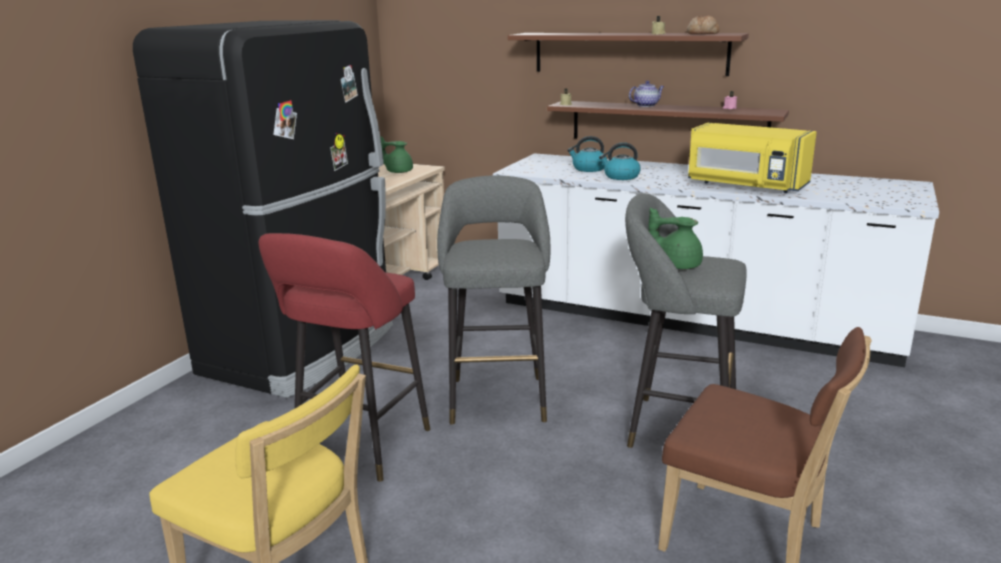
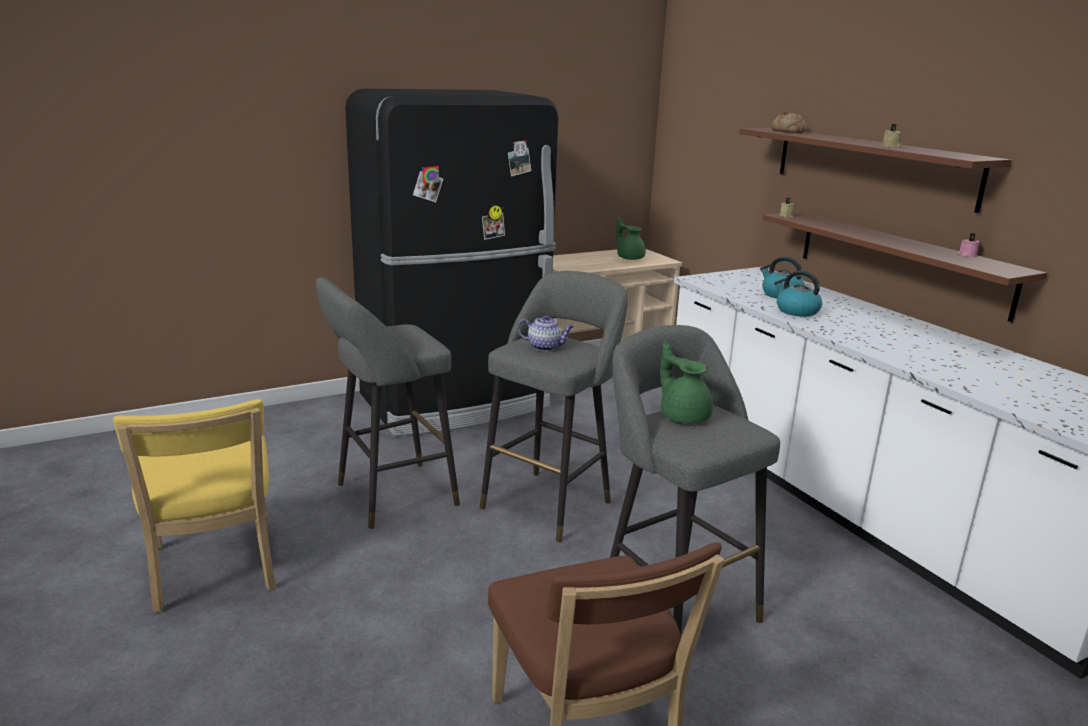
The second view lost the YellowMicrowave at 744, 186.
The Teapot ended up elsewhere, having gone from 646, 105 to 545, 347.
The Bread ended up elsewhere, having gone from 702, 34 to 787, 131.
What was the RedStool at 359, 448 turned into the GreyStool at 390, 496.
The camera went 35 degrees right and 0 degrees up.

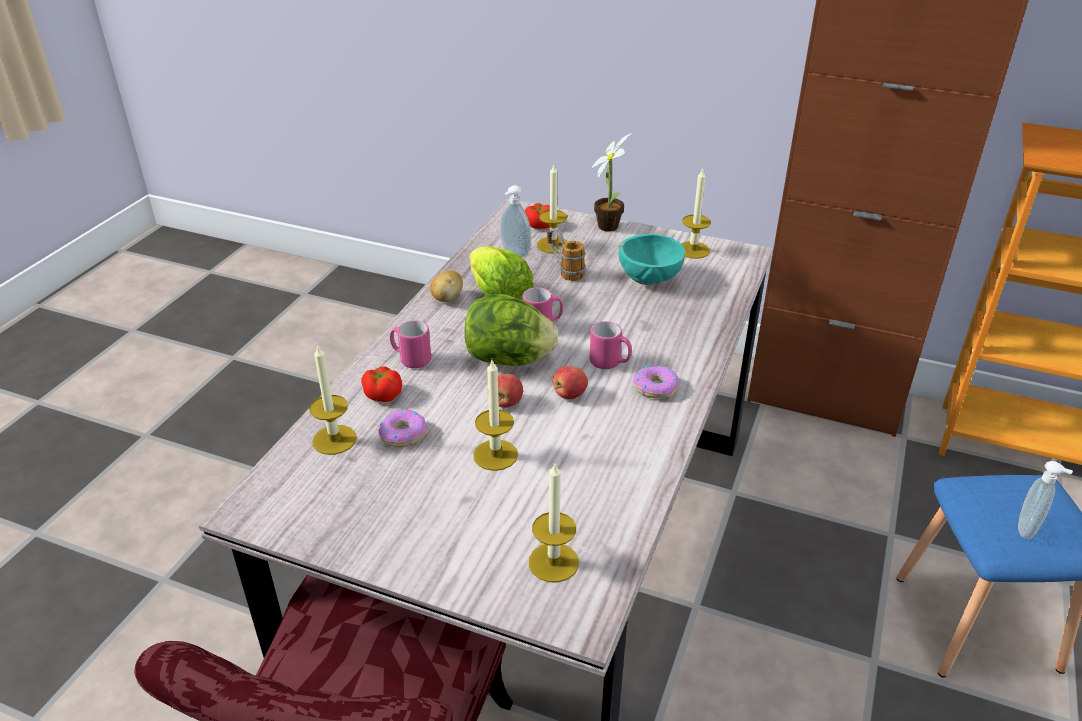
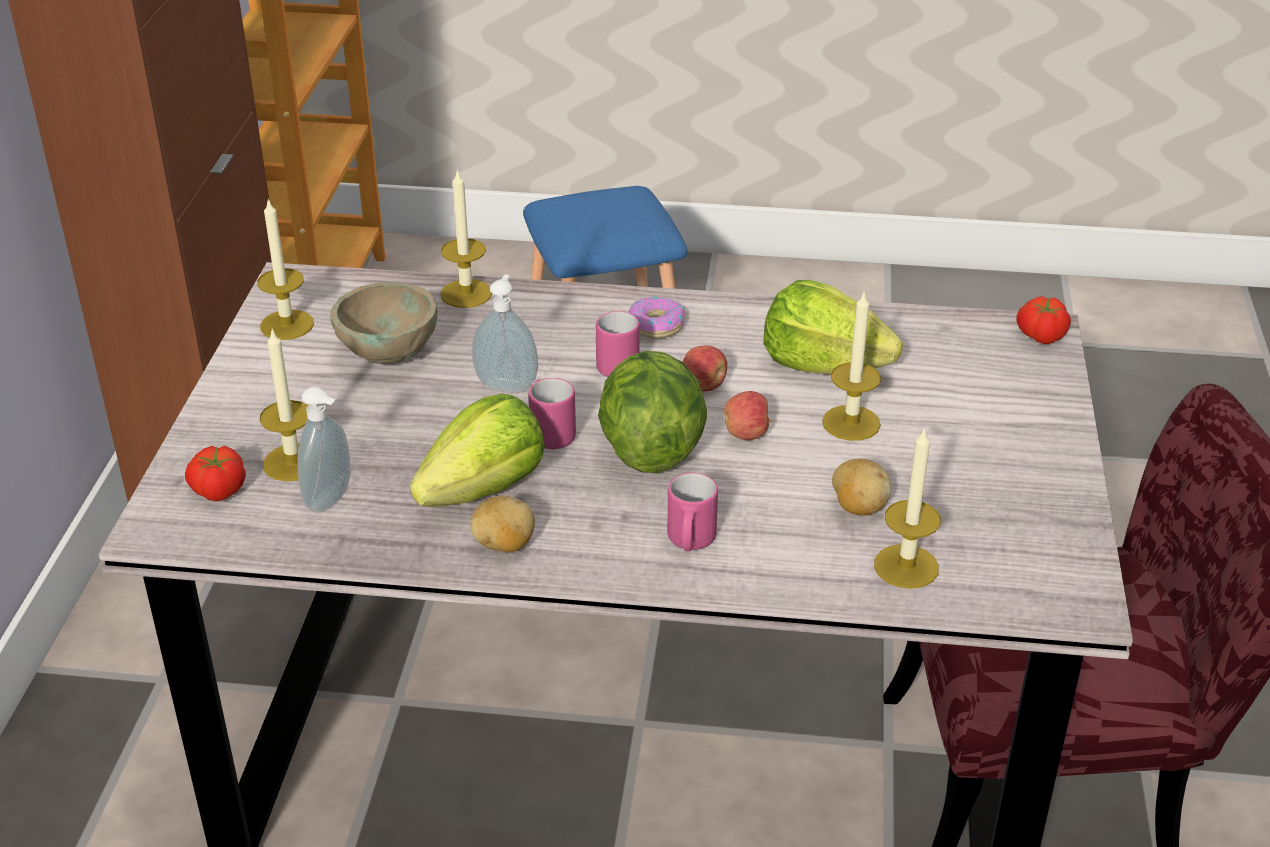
The second view lost the Mug at 564, 270.
The second view lost the PottedPlant at 609, 225.
The second view gained the Lettuce at 823, 364.
The Tomato ended up elsewhere, having gone from 383, 394 to 1040, 335.
The Candle ended up elsewhere, having gone from 553, 562 to 466, 293.
The SoapDispenser ended up elsewhere, having gone from 1028, 529 to 507, 385.
Where the Donut stood at 403, 434, the Potato came to stand at 858, 507.
What was the TurquoiseBowl at 650, 279 turned into the BeigeBowl at 387, 354.
The camera went 105 degrees left and 0 degrees up.

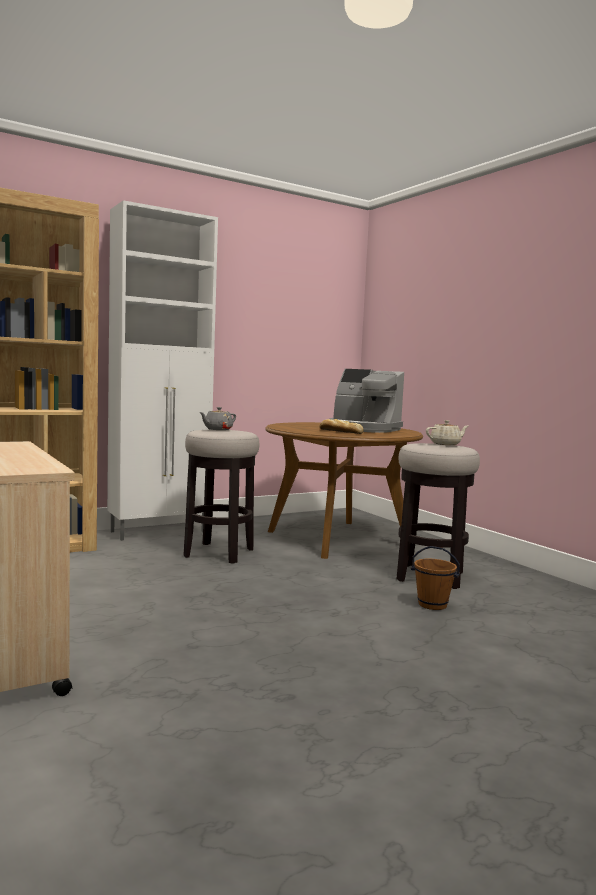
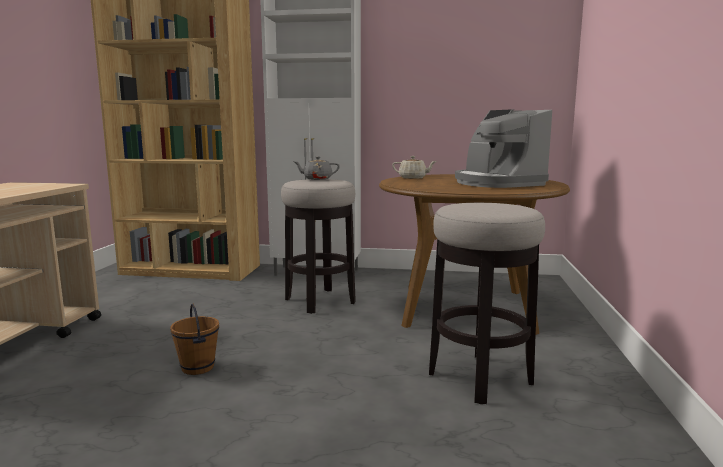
The second view lost the Bread at 340, 431.
The BrownBucket ended up elsewhere, having gone from 432, 605 to 198, 368.
The BeigeTeapot ended up elsewhere, having gone from 446, 444 to 413, 178.
The camera went 40 degrees right and 5 degrees up.

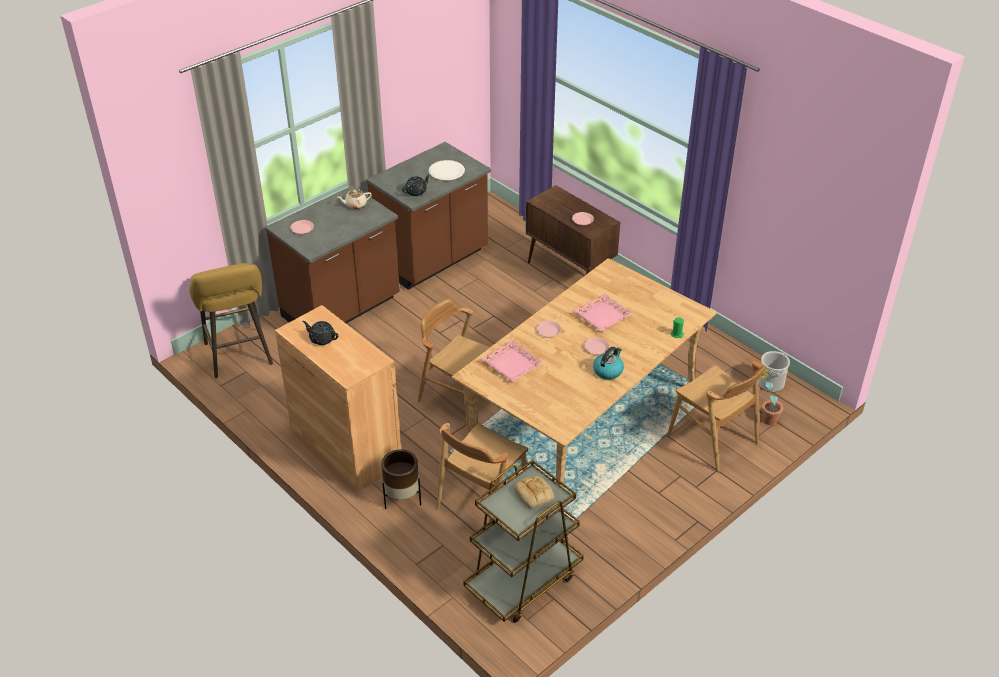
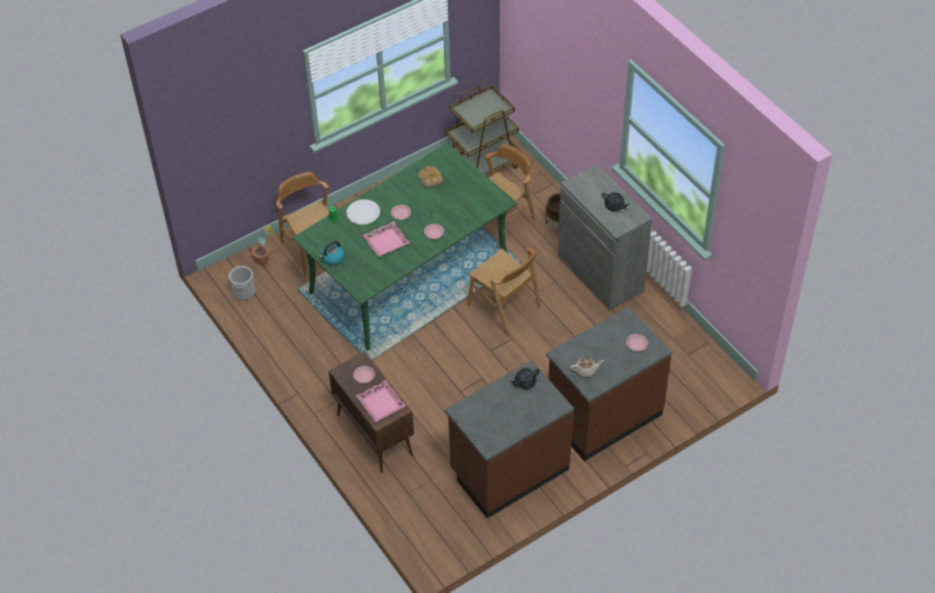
The second view lost the YellowStool at 239, 356.
The WhitePlate ended up elsewhere, having gone from 446, 171 to 363, 213.
The PinkTray ended up elsewhere, having gone from 511, 365 to 381, 403.
The Bread ended up elsewhere, having gone from 534, 495 to 430, 178.
The Kettle ended up elsewhere, having gone from 608, 370 to 332, 258.
What was the BrownCabinet at 346, 448 turned into the GreyCabinet at 600, 273.
What was the BeigeDiningTable at 583, 421 turned into the GreenDiningTable at 409, 275.
The camera went 170 degrees left and 10 degrees up.

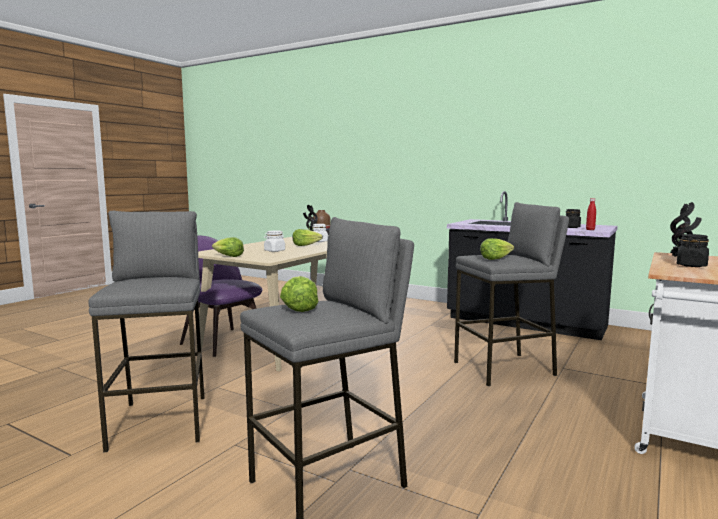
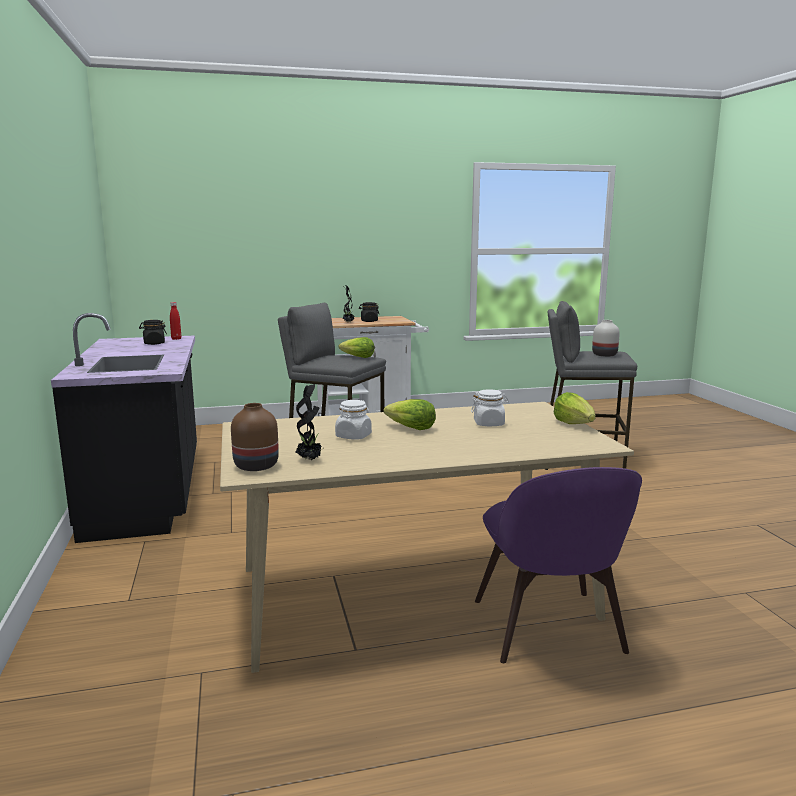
The second view lost the GreyStool at 161, 421.
Where the Lettuce stood at 299, 308, the WhiteVase came to stand at 605, 355.
The camera went 135 degrees left and 5 degrees up.

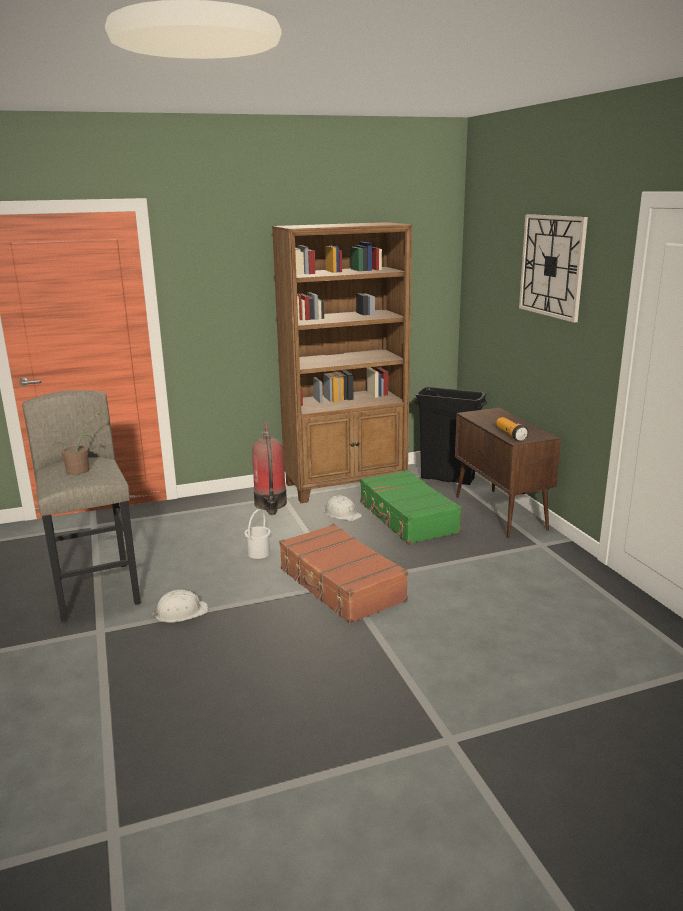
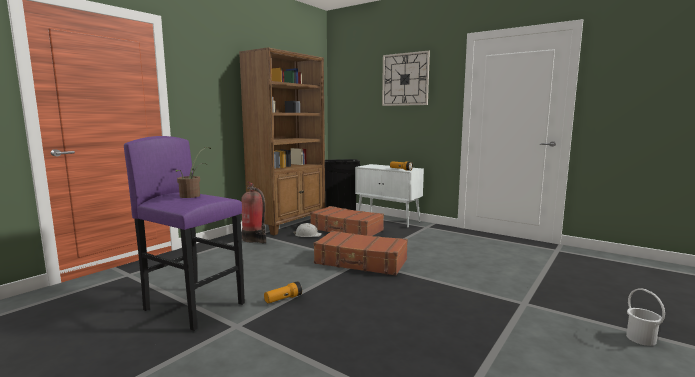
The WhiteBucket ended up elsewhere, having gone from 259, 553 to 641, 338.
Where the WhiteHardHat stood at 181, 612, the Flashlight came to stand at 283, 299.
What was the GreyStool at 97, 590 turned into the PurpleStool at 195, 306.
What was the GreenSuitcase at 407, 518 turned into the BrownSuitcase at 346, 230.
What was the BrownCabinet at 500, 513 turned into the WhiteCabinet at 388, 220.
The camera went 35 degrees left and 10 degrees down.

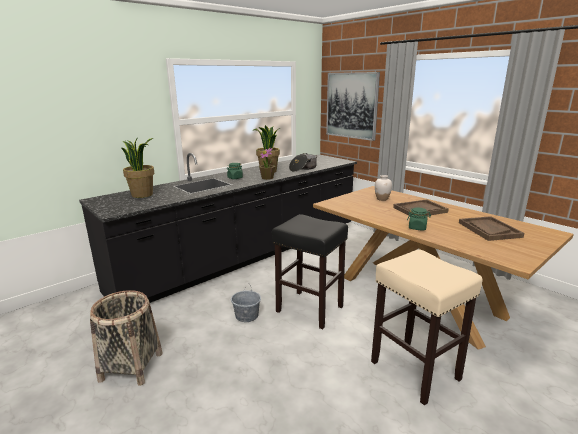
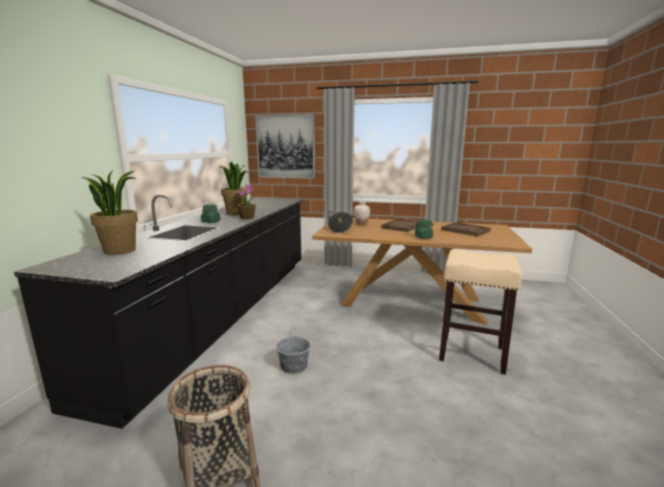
The second view lost the BlackStool at 308, 309.
The CookingPot ended up elsewhere, having gone from 303, 168 to 339, 228.
The camera went 35 degrees left and 5 degrees down.

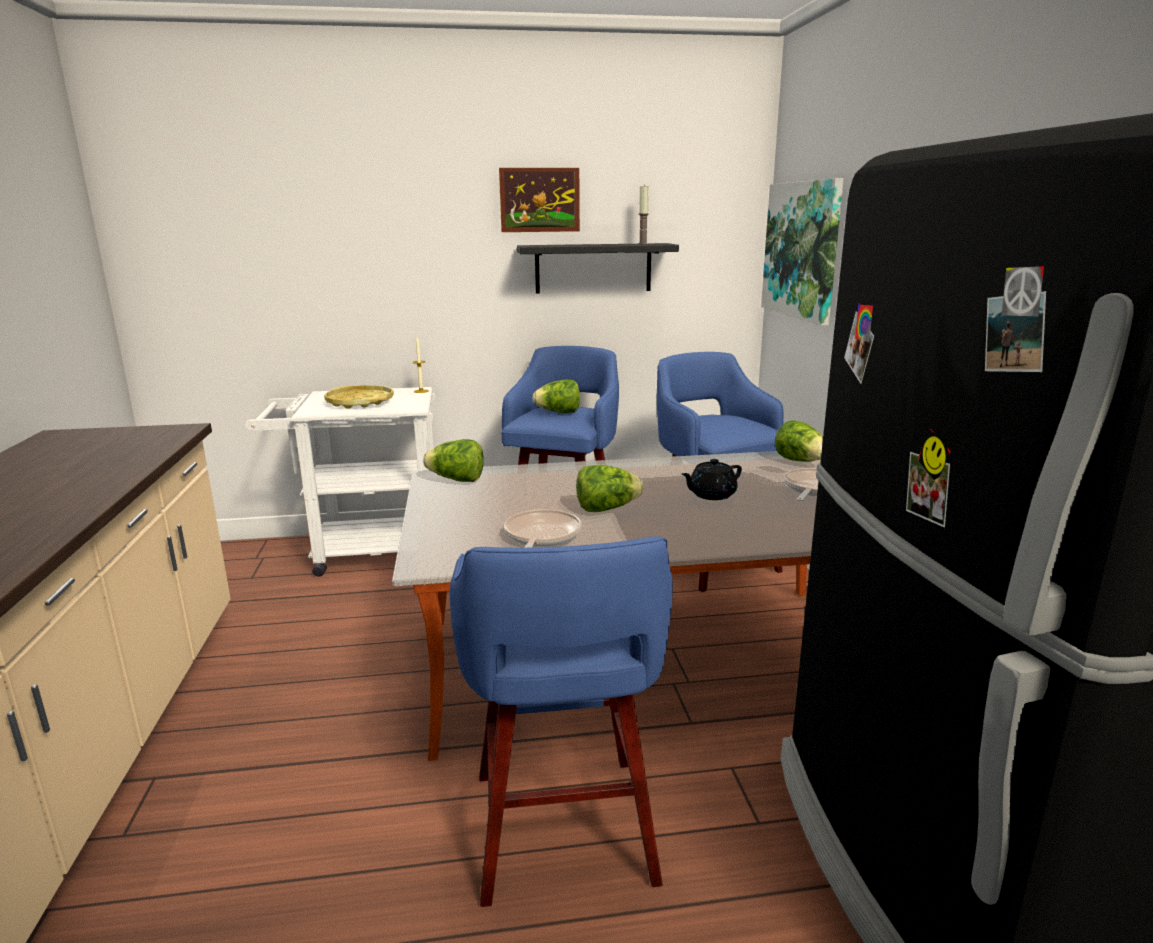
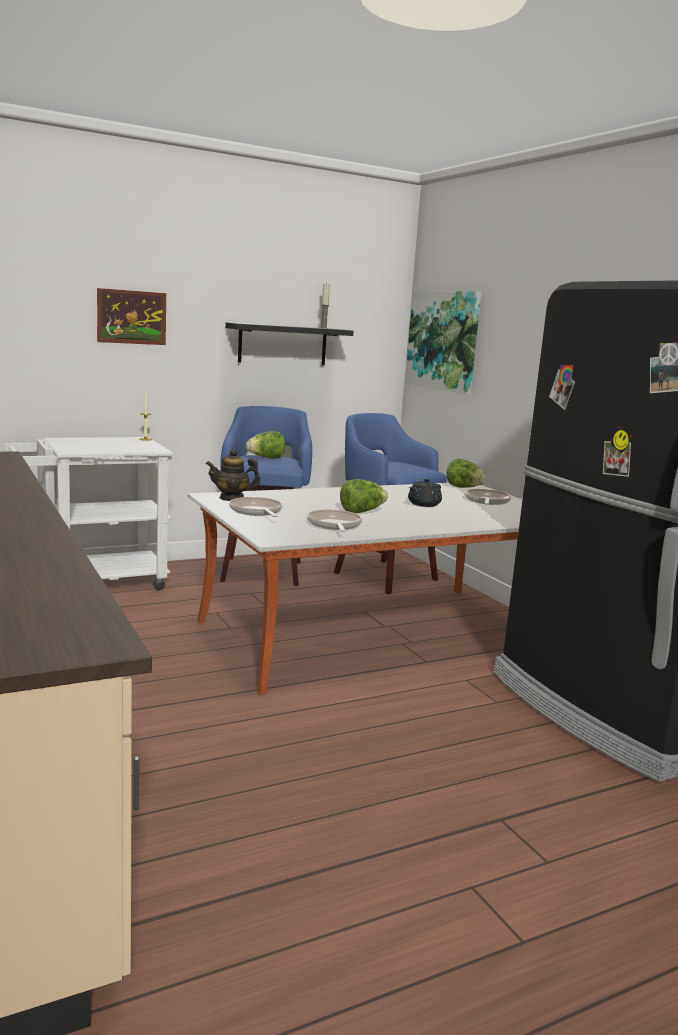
The second view lost the YellowTray at 360, 402.
The second view lost the BlueStool at 563, 832.
The second view gained the FryingPan at 256, 512.
The Picture ended up elsewhere, having gone from 539, 200 to 131, 317.
Where the Lettuce stood at 456, 480, the Teapot came to stand at 232, 498.
The camera went 20 degrees left and 5 degrees down.

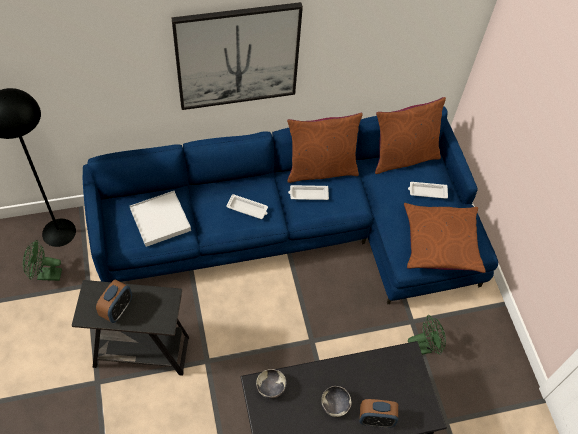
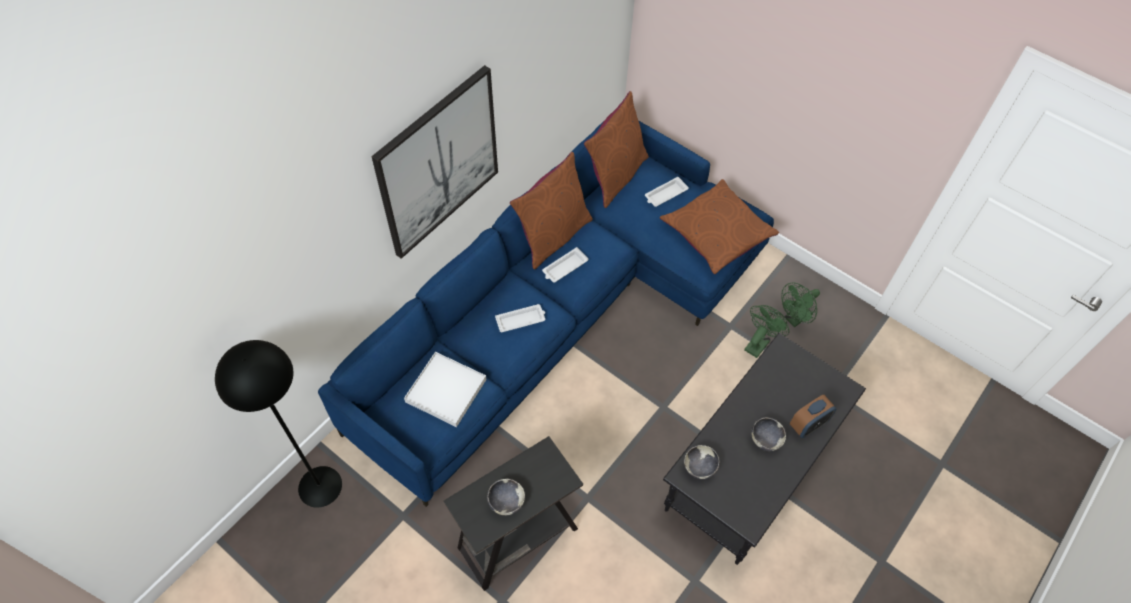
The GreenFan ended up elsewhere, having gone from 45, 275 to 795, 319.
Where the AlarmClock stood at 117, 309, the Bowl came to stand at 506, 502.
The camera went 35 degrees left and 0 degrees up.

